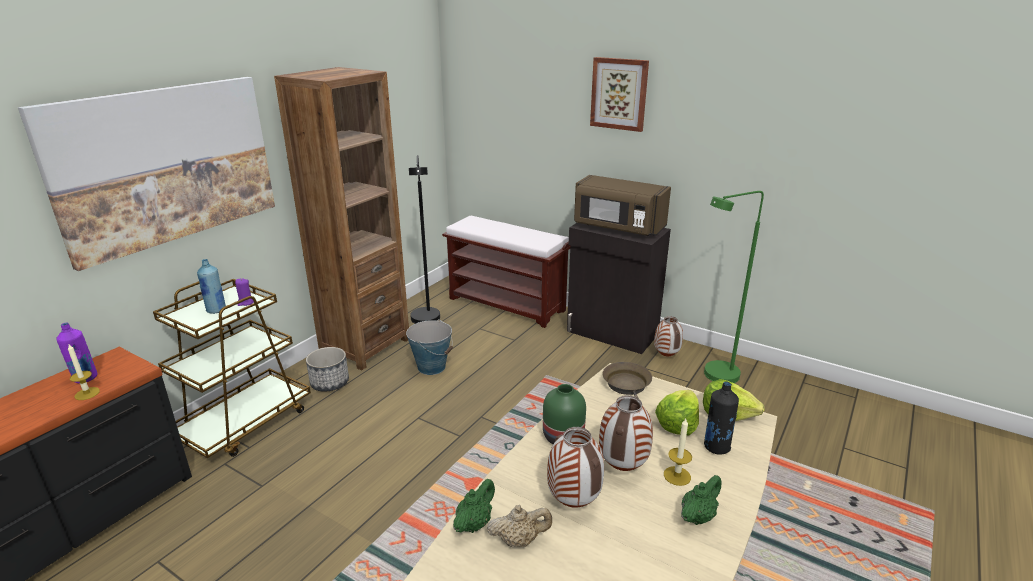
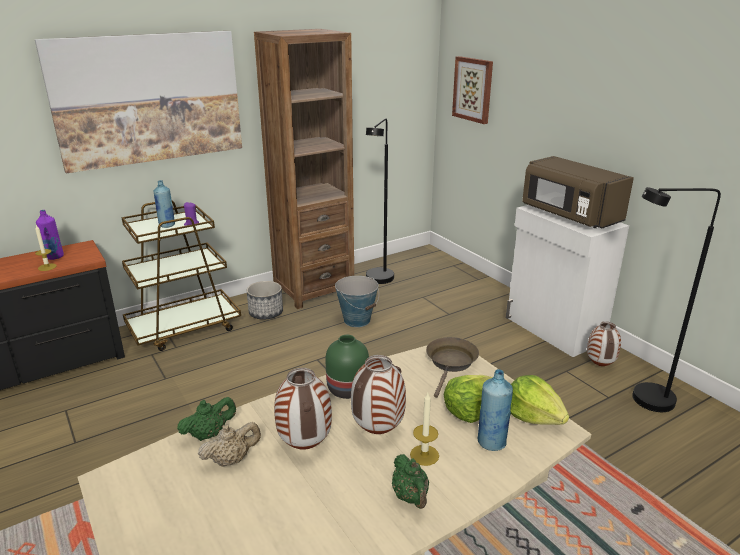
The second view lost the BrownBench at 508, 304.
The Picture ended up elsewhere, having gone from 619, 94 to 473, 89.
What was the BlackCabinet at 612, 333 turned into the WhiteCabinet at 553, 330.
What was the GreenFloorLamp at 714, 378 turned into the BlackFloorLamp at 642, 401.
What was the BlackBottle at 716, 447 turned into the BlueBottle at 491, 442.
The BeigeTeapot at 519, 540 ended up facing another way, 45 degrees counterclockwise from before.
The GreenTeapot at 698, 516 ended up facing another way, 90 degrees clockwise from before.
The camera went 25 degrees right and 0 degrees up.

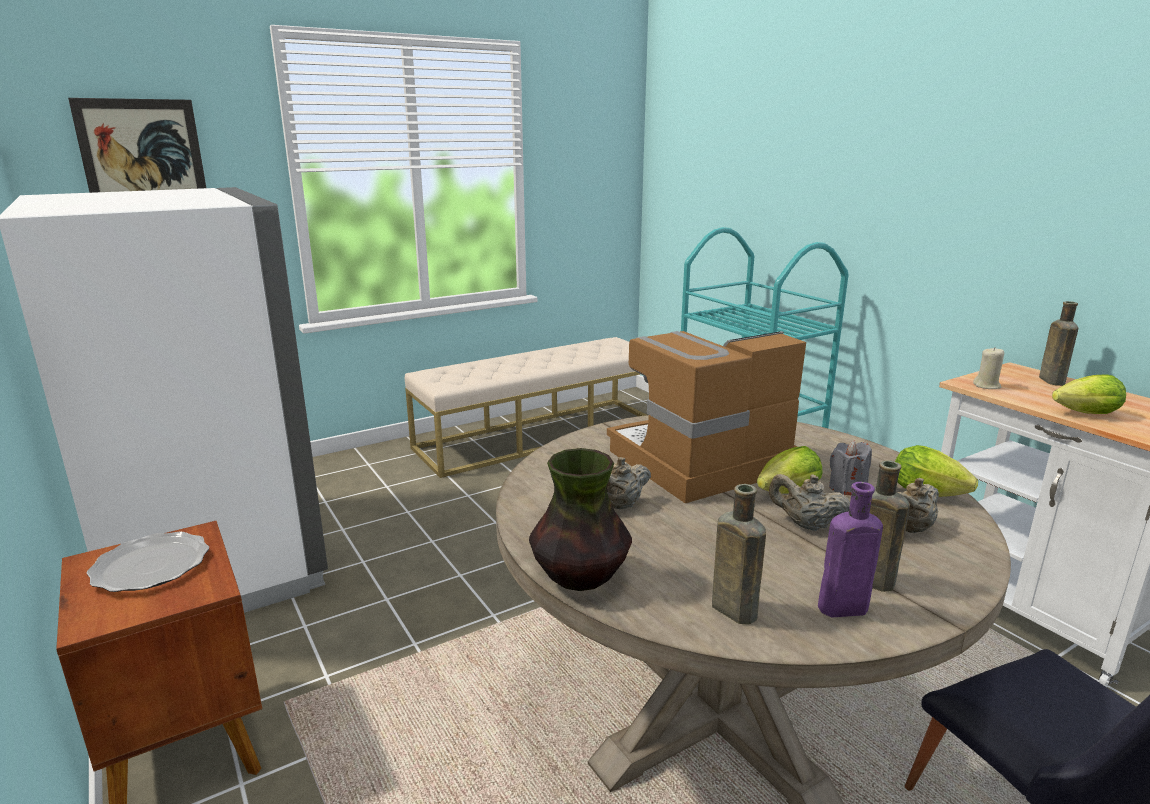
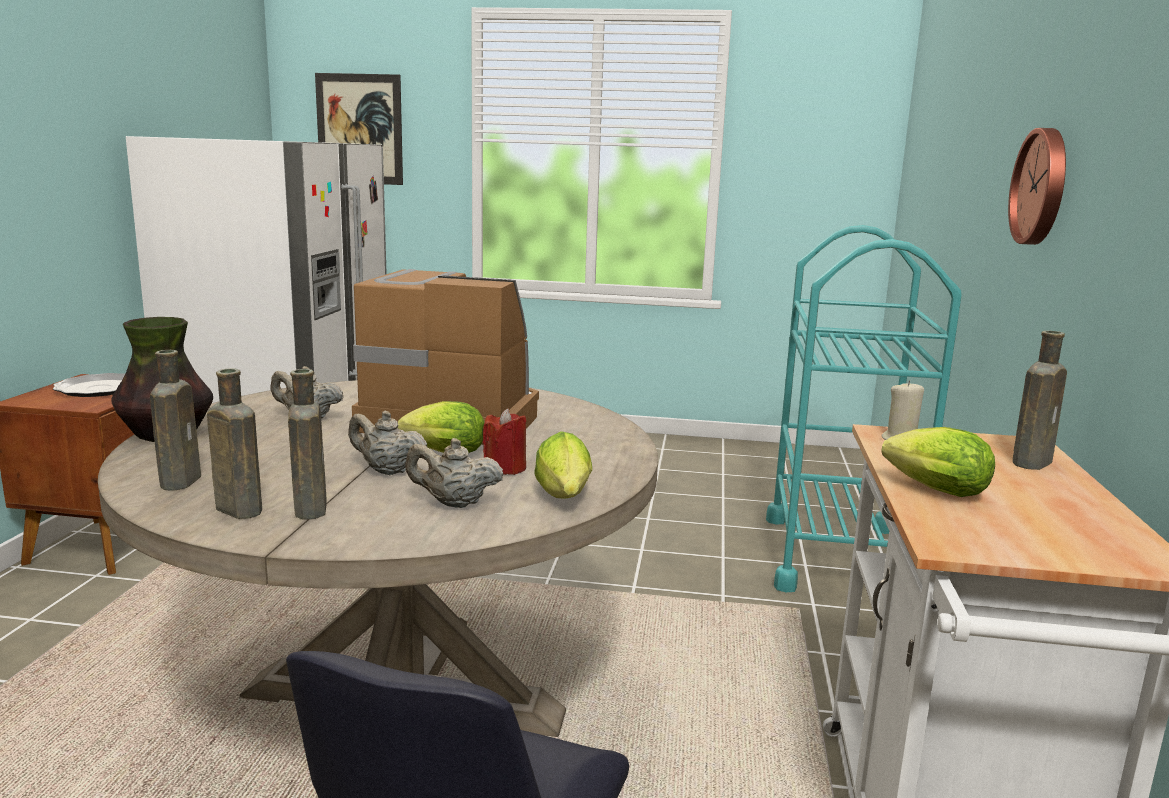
The second view lost the BeigeBench at 538, 435.
The second view gained the WallClock at 1042, 187.
What was the PurpleBottle at 839, 608 turned into the BrownBottle at 236, 509.
What was the GreyCandle at 847, 488 turned into the RedCandle at 505, 468.
The BeigeTeapot at 806, 525 ended up facing another way, 45 degrees counterclockwise from before.
The camera went 40 degrees right and 5 degrees down.

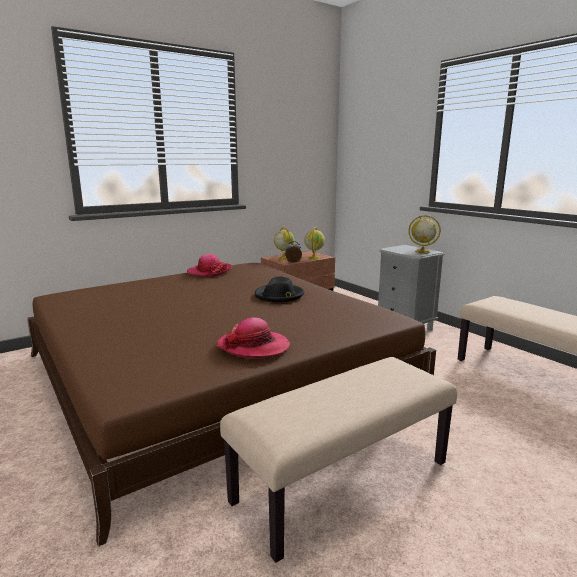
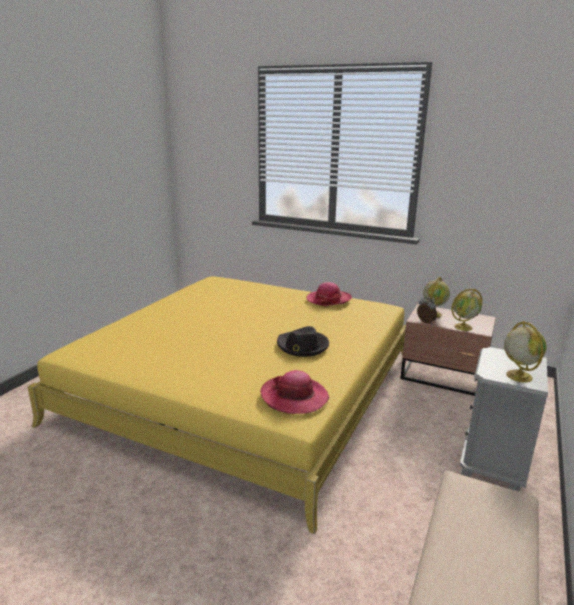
The second view lost the BeigeBench at 342, 481.
The Hat ended up elsewhere, having gone from 253, 346 to 294, 397.
What was the BrownBed at 214, 373 turned into the YellowBed at 244, 388.
The camera went 60 degrees right and 5 degrees up.

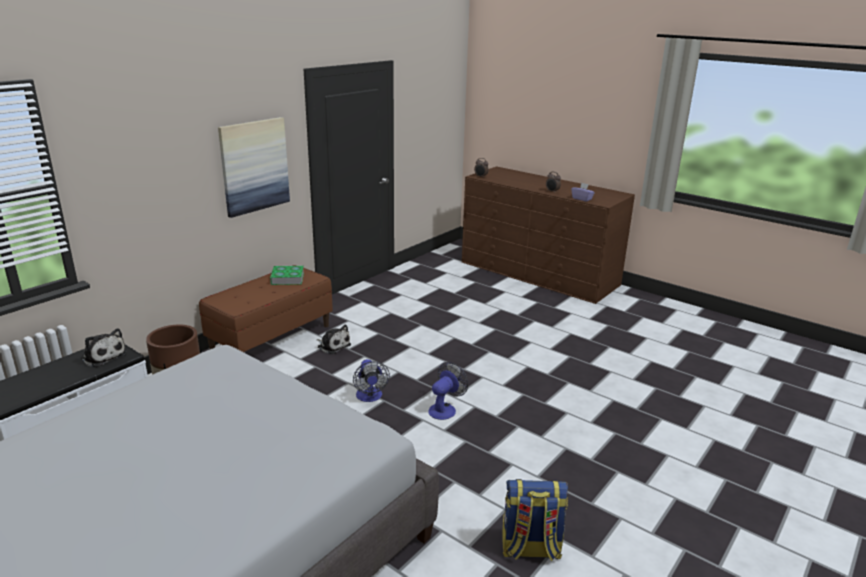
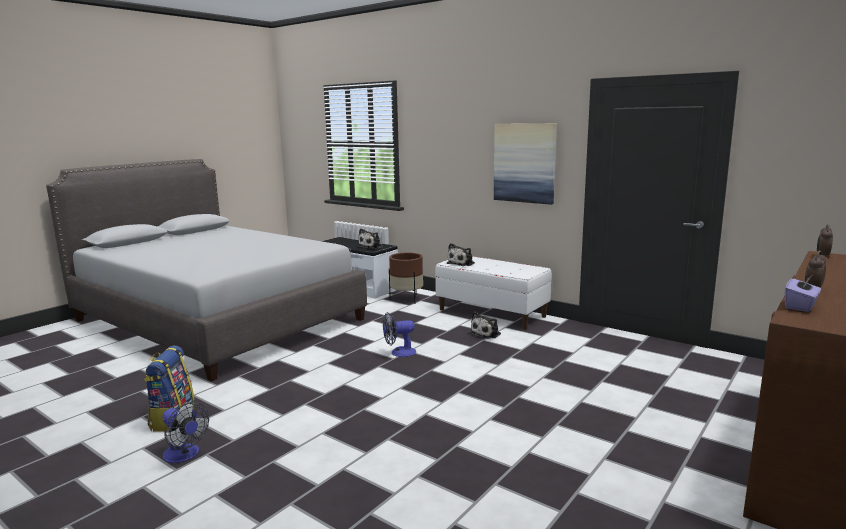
The second view lost the Book at 287, 278.
The second view gained the PlushToy at 462, 263.
The Fan ended up elsewhere, having gone from 445, 409 to 184, 455.
What was the BrownBench at 271, 338 turned into the WhiteBench at 492, 313.
The camera went 90 degrees right and 10 degrees down.

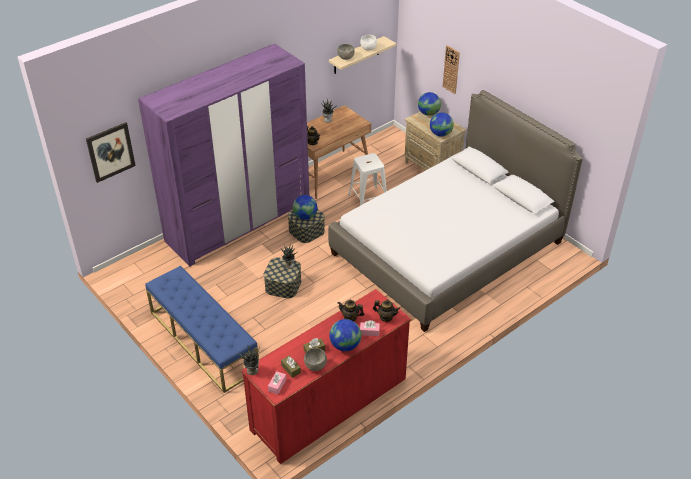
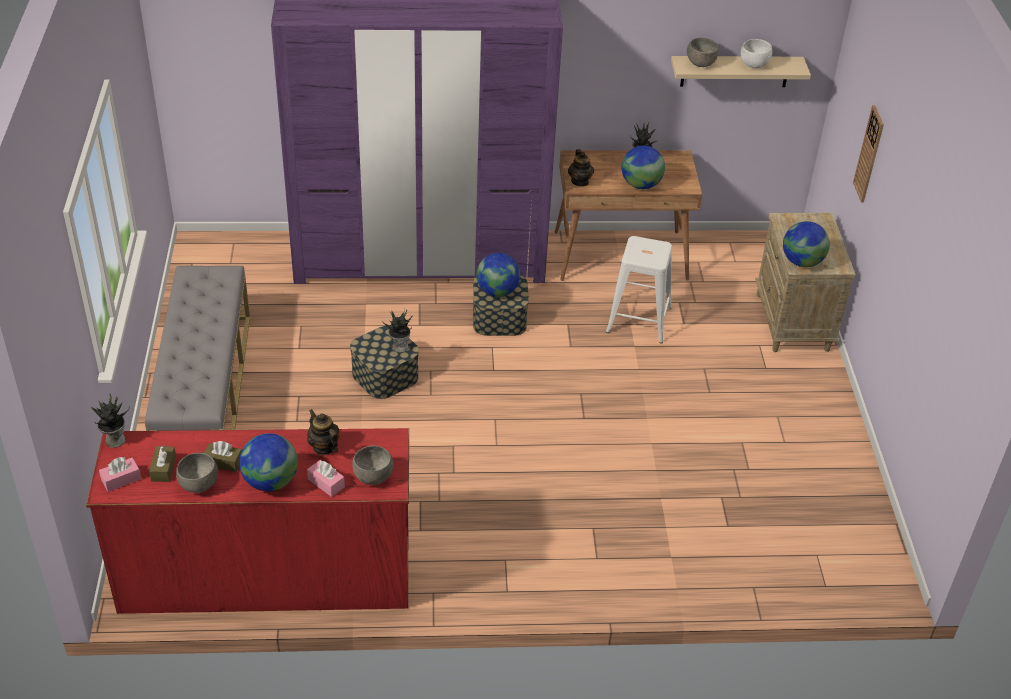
The second view lost the Picture at 110, 152.
The second view lost the Bed at 447, 247.
The Globe ended up elsewhere, having gone from 428, 113 to 641, 185.
Where the Teapot stood at 386, 317, the GreyBowl came to stand at 373, 476.
What was the BlueBench at 203, 340 turned into the GreyBench at 205, 390.
The camera went 35 degrees right and 0 degrees up.

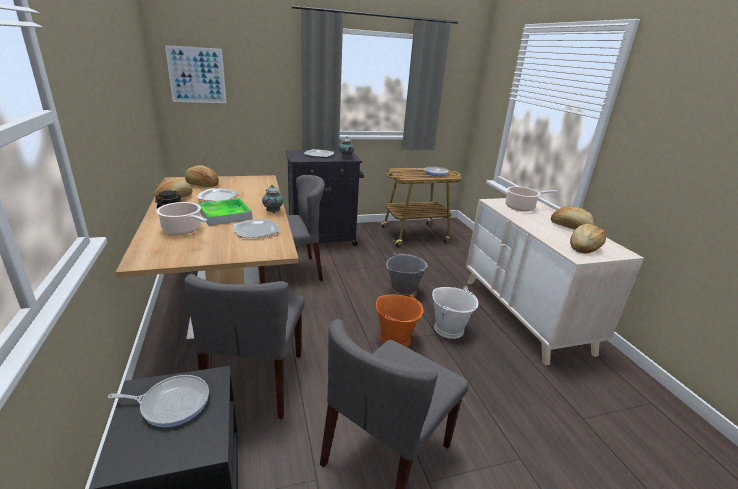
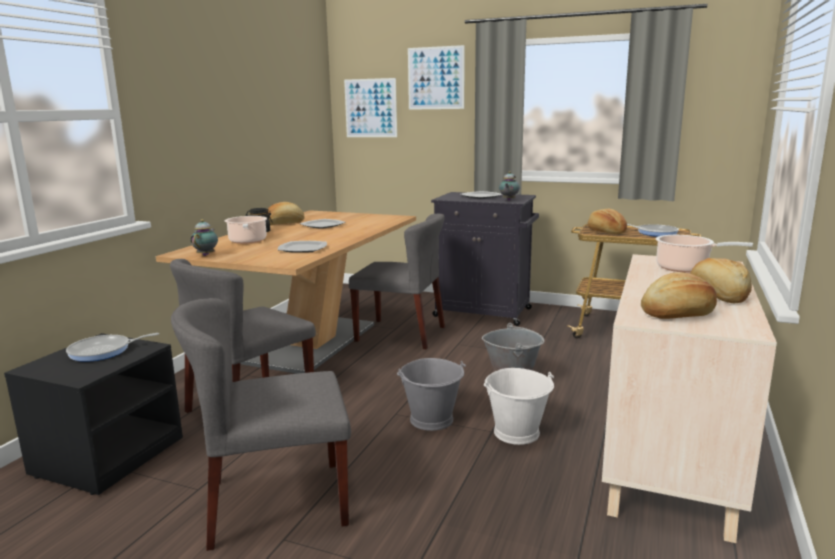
The second view lost the Tray at 225, 215.
The second view gained the Picture at 436, 78.
The Bread ended up elsewhere, having gone from 202, 184 to 606, 231.
The Teapot ended up elsewhere, having gone from 273, 212 to 206, 255.
What was the OrangeBucket at 395, 338 turned into the GreyBucket at 432, 419.
The FryingPan at 172, 403 ended up facing another way, 120 degrees clockwise from before.
The camera went 40 degrees right and 10 degrees down.

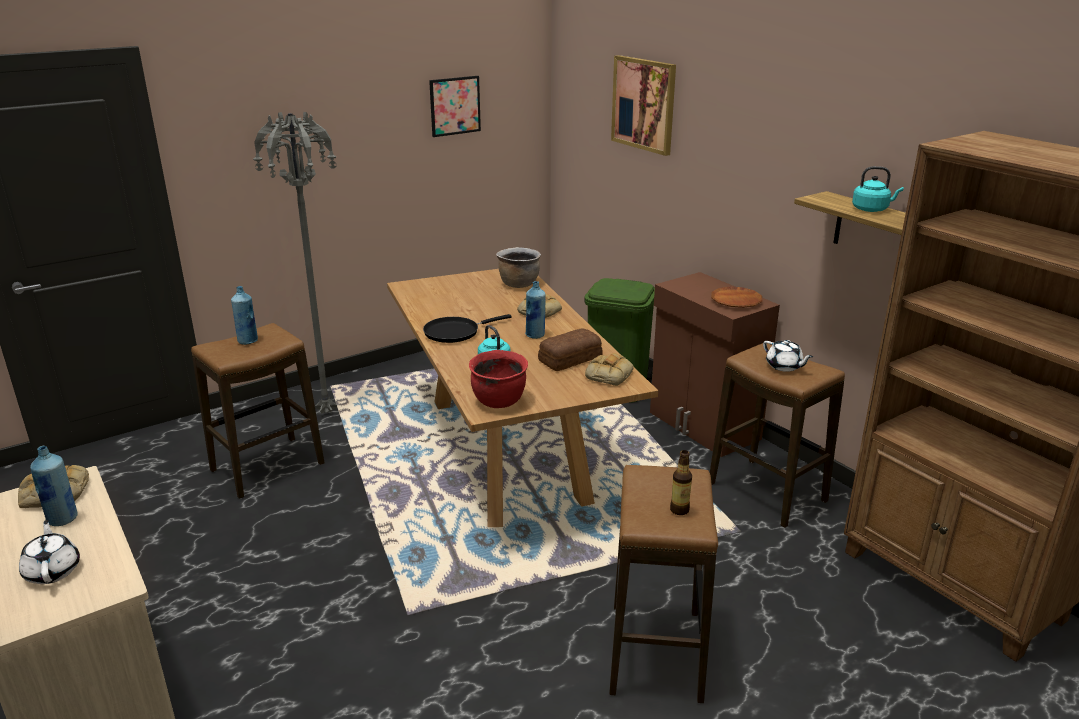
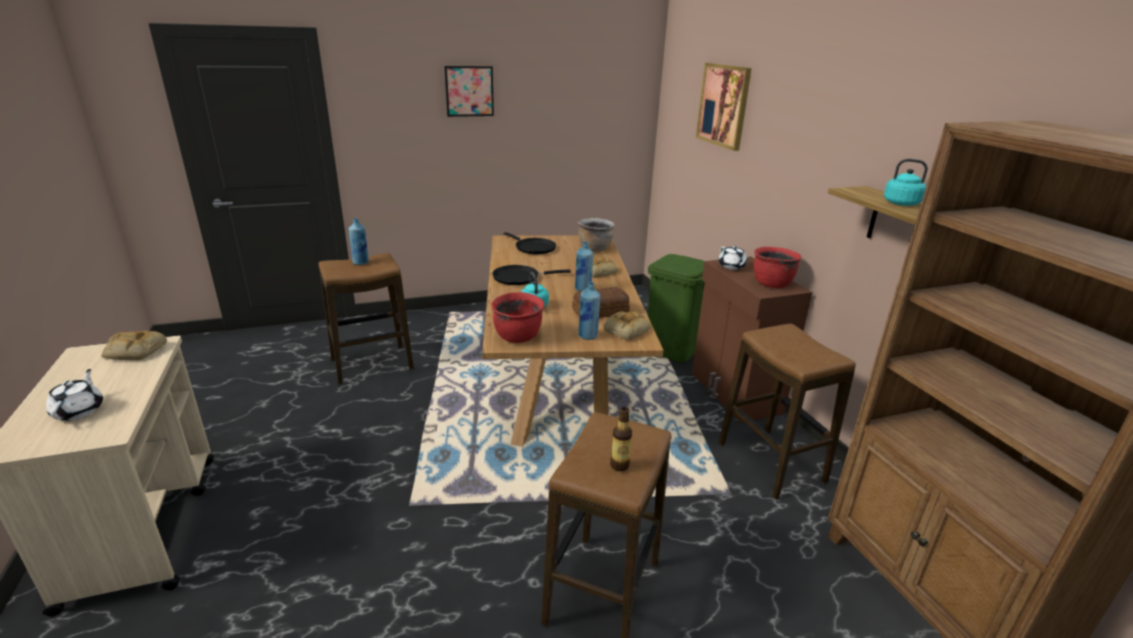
The second view lost the GreyFloorLamp at 328, 413.
The second view gained the BlackFryingPan at 533, 248.
The BlueBottle ended up elsewhere, having gone from 63, 519 to 588, 336.
The Picture ended up elsewhere, having gone from 455, 106 to 469, 91.
The WhiteTeapot ended up elsewhere, having gone from 784, 366 to 732, 267.
Where the BrownPlate stood at 736, 301, the RedCookingPot came to stand at 771, 284.
The camera went 15 degrees right and 0 degrees up.

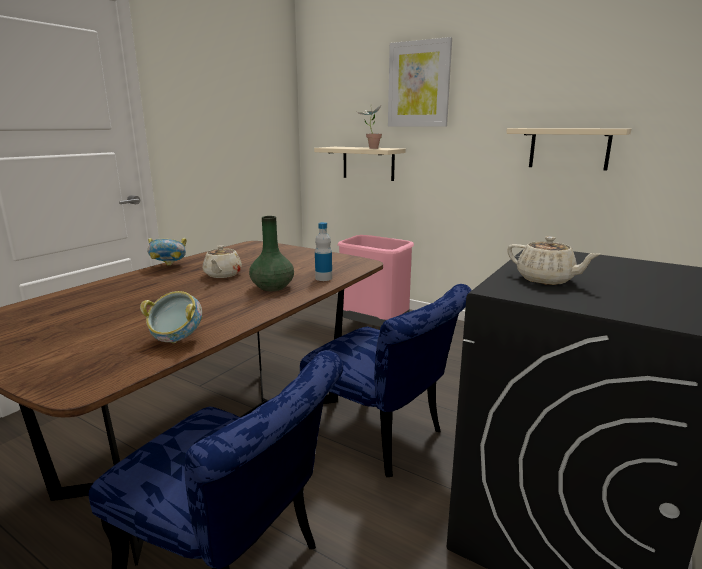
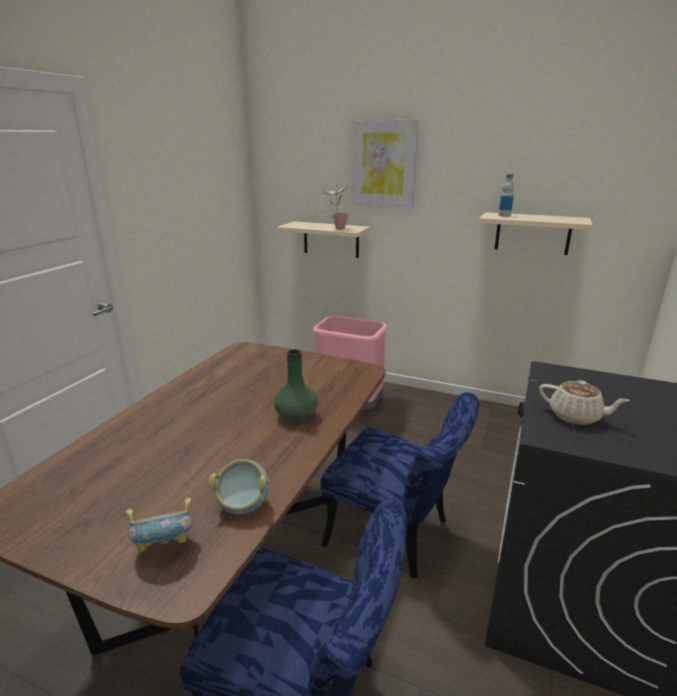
The second view lost the BeigeTeapot at 222, 275.
The Bowl ended up elsewhere, having gone from 169, 266 to 165, 547.
The Bottle ended up elsewhere, having gone from 323, 278 to 504, 215.
The camera went 10 degrees left and 5 degrees up.

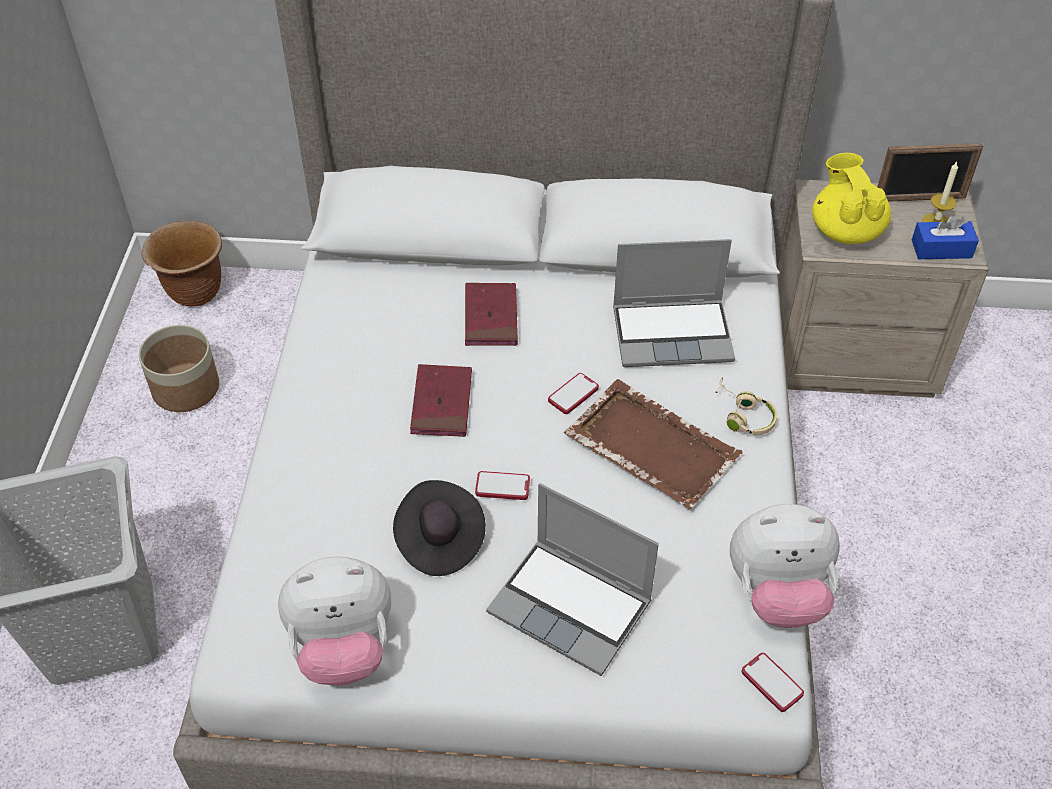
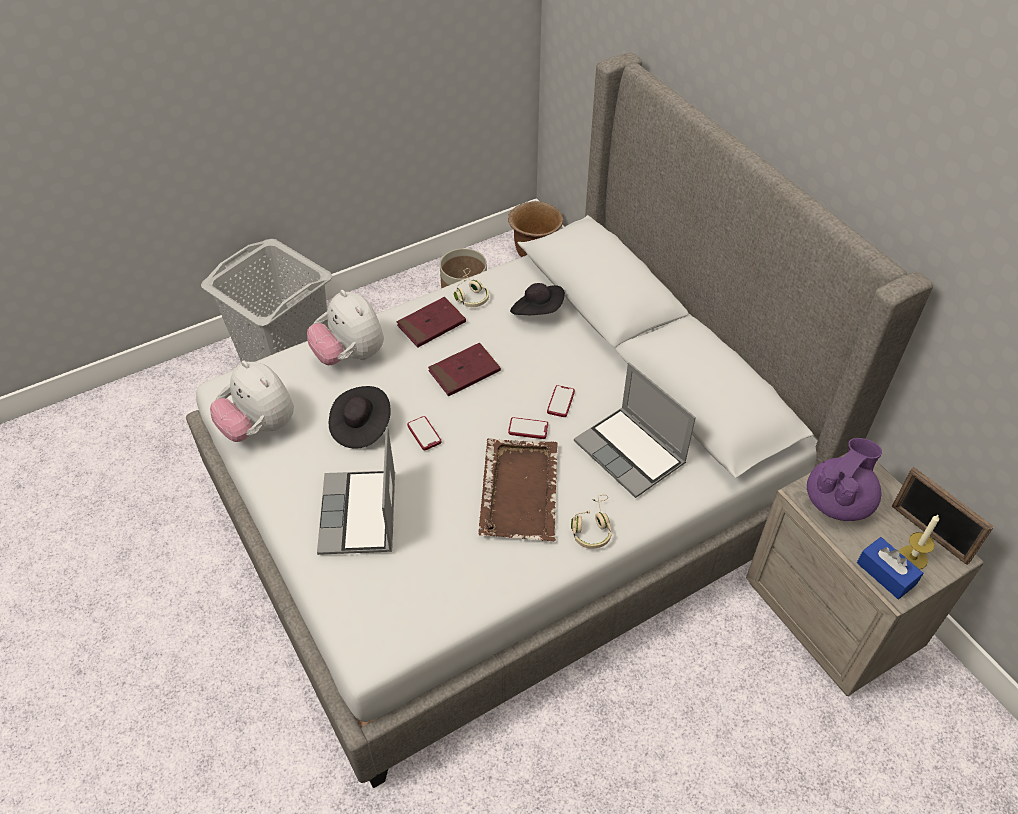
The second view gained the BeigeHeadphones at 470, 295.
The second view gained the BlackHat at 537, 312.
The RedBook ended up elsewhere, having gone from 491, 317 to 431, 324.
The PlushToy ended up elsewhere, having gone from 777, 594 to 350, 355.
The Phone ended up elsewhere, having gone from 772, 683 to 560, 402.
What was the YellowTeapot at 845, 230 turned into the PurpleTeapot at 838, 502.
The camera went 55 degrees right and 0 degrees up.

